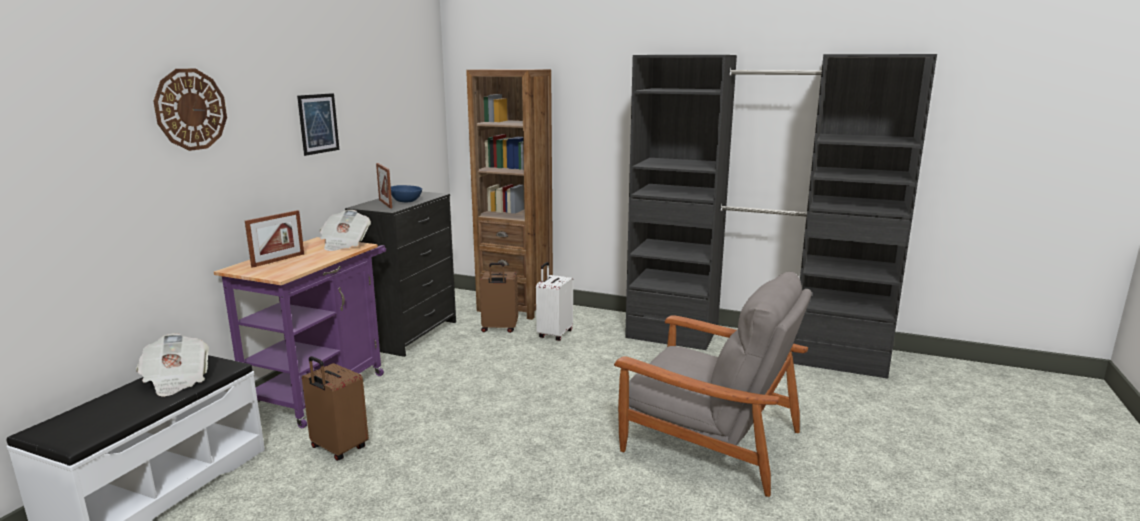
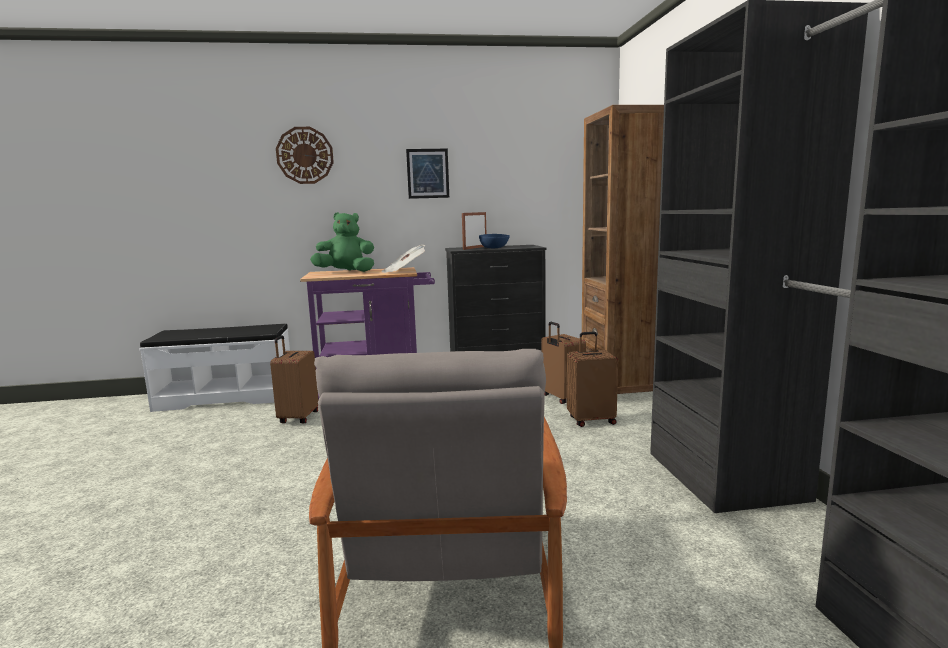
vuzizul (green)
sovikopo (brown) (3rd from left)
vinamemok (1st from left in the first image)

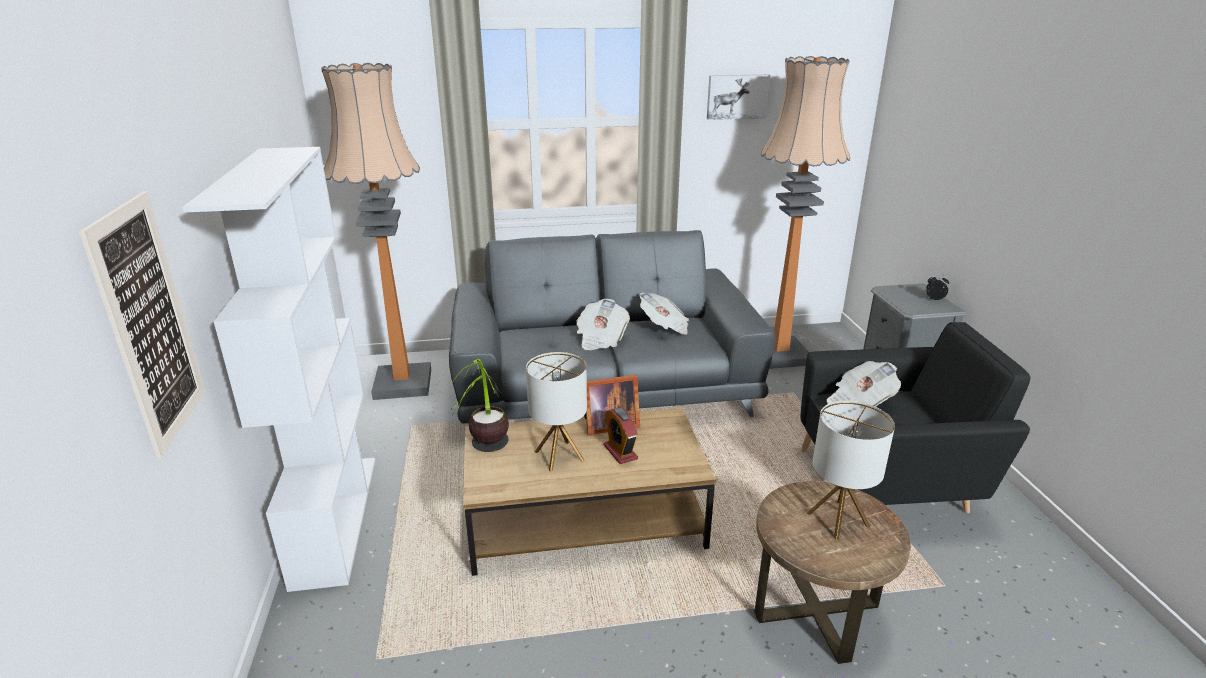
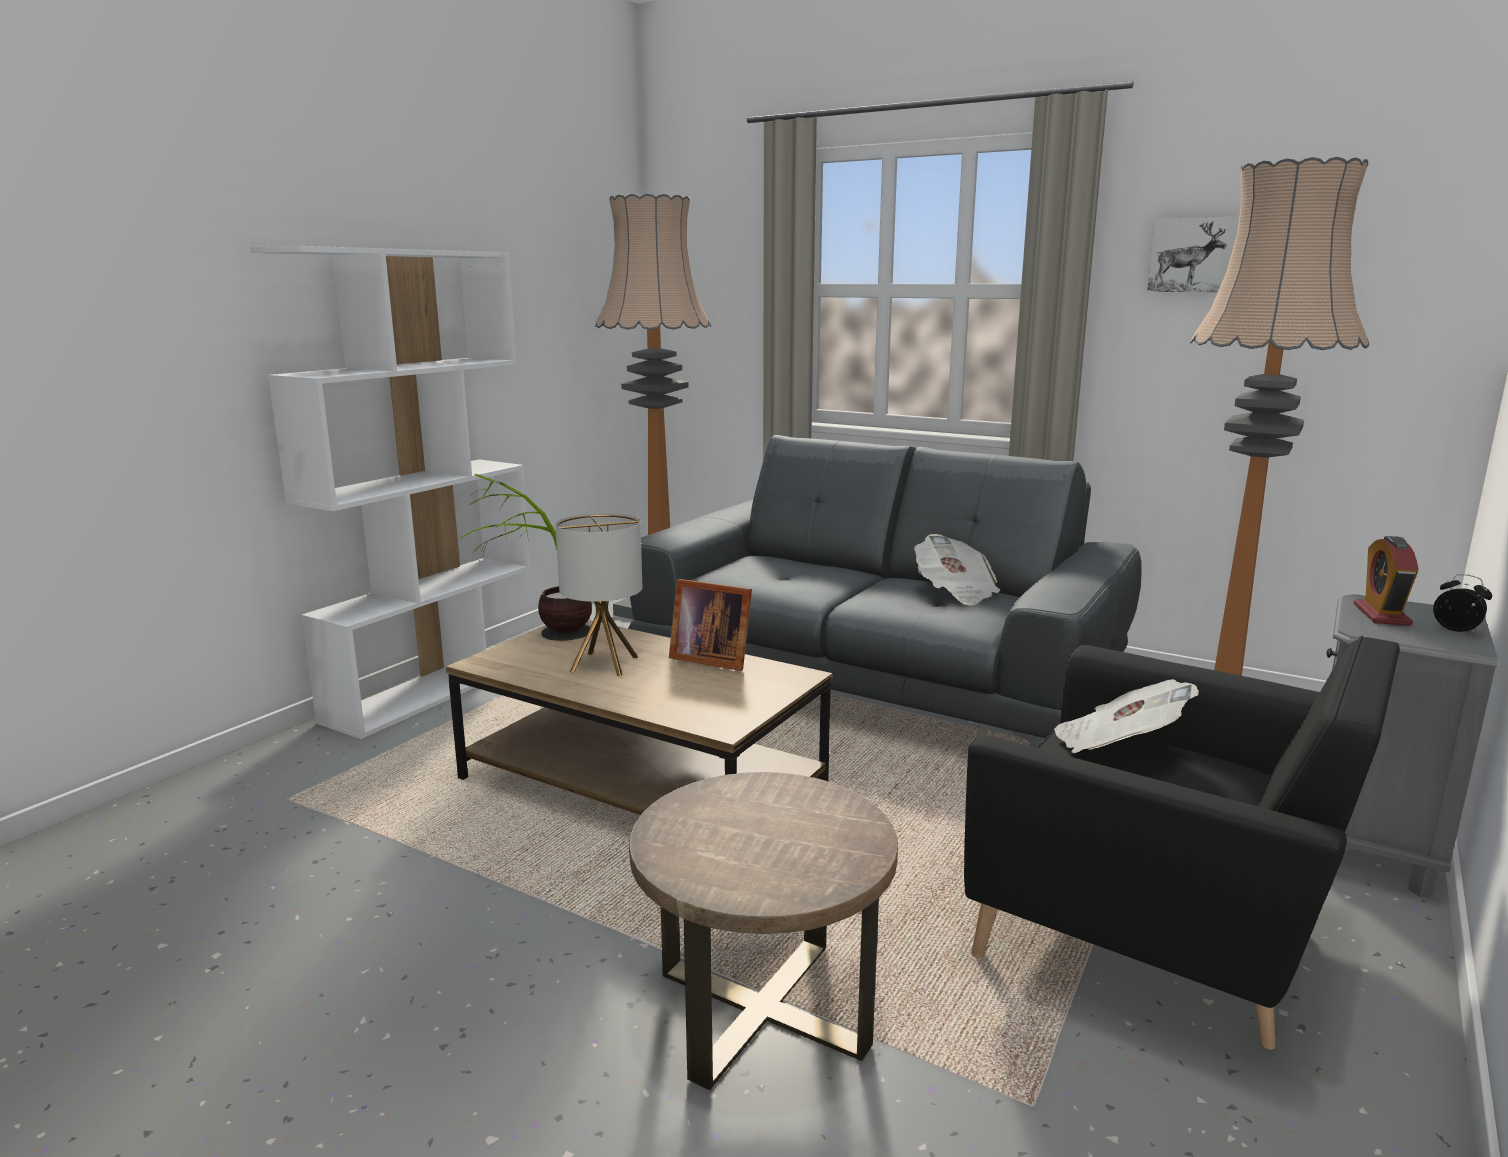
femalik (1st from left)
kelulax (1st from left in the first image)
vinamemok (1st from left in the first image)
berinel (2nd from left in the first image)

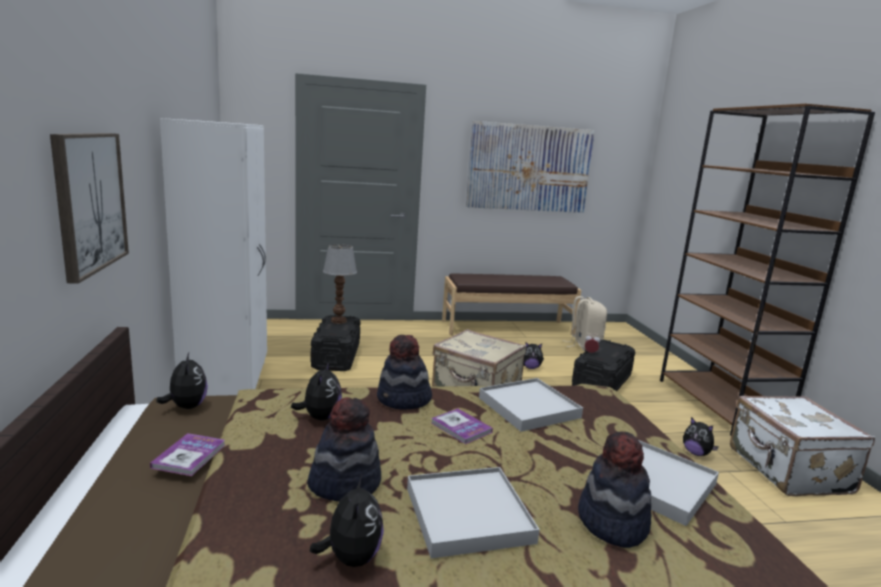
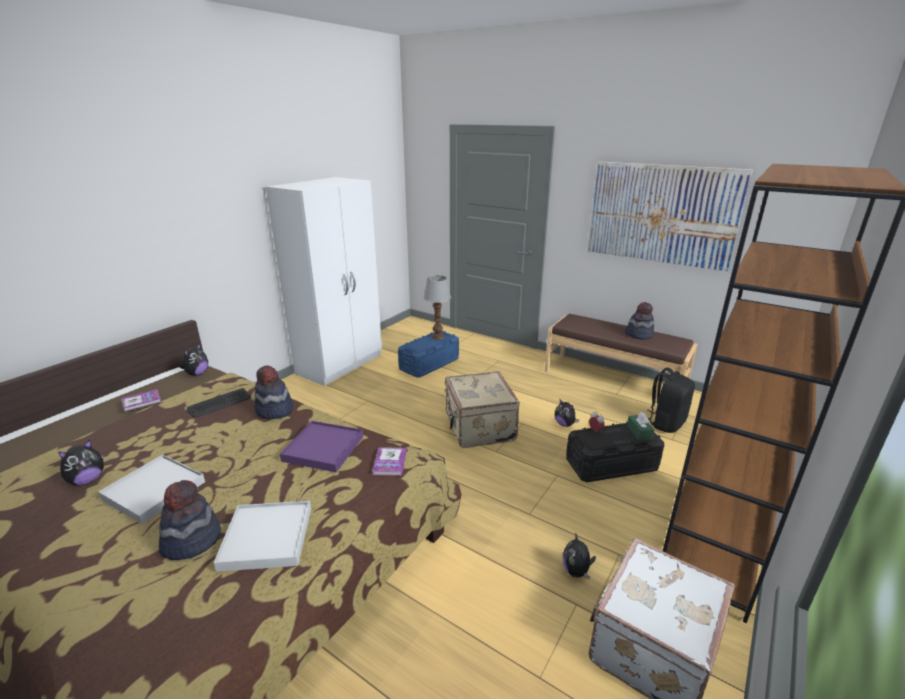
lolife
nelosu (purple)
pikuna (2nd from left)
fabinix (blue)
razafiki (3rd from left)
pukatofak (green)
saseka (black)
kelulax (1st from left in the first image)

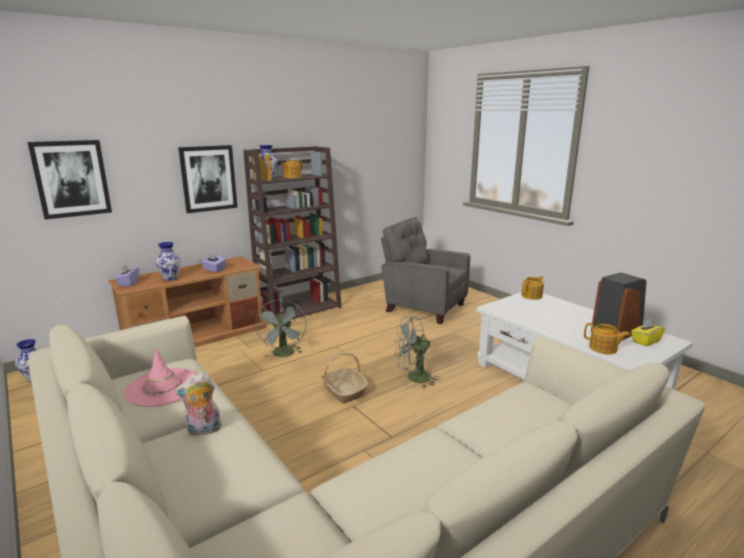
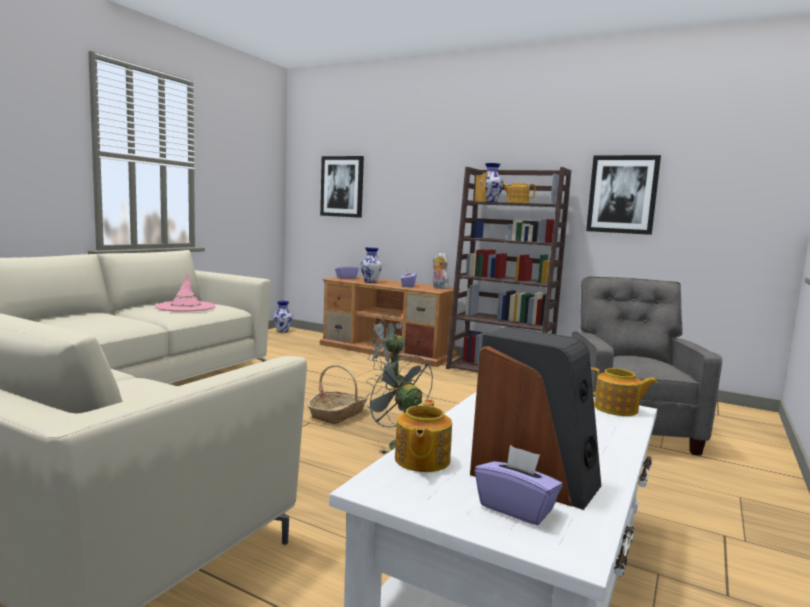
vuzizul
pukatofak (purple) (3rd from left)
kelulax (2nd from left)

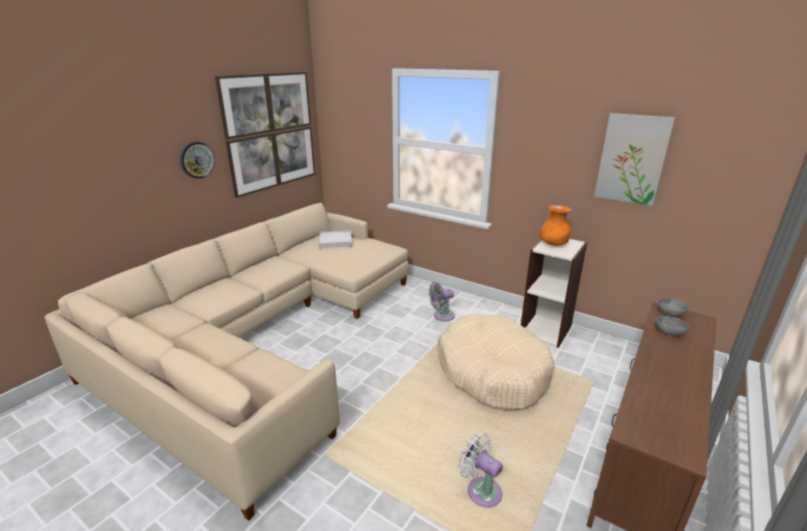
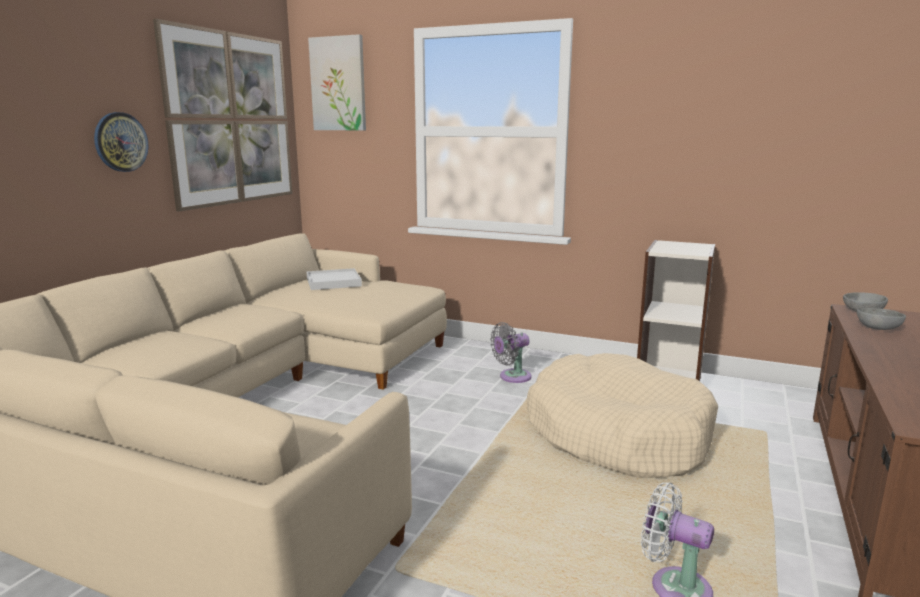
kelulax (2nd from left)
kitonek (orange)

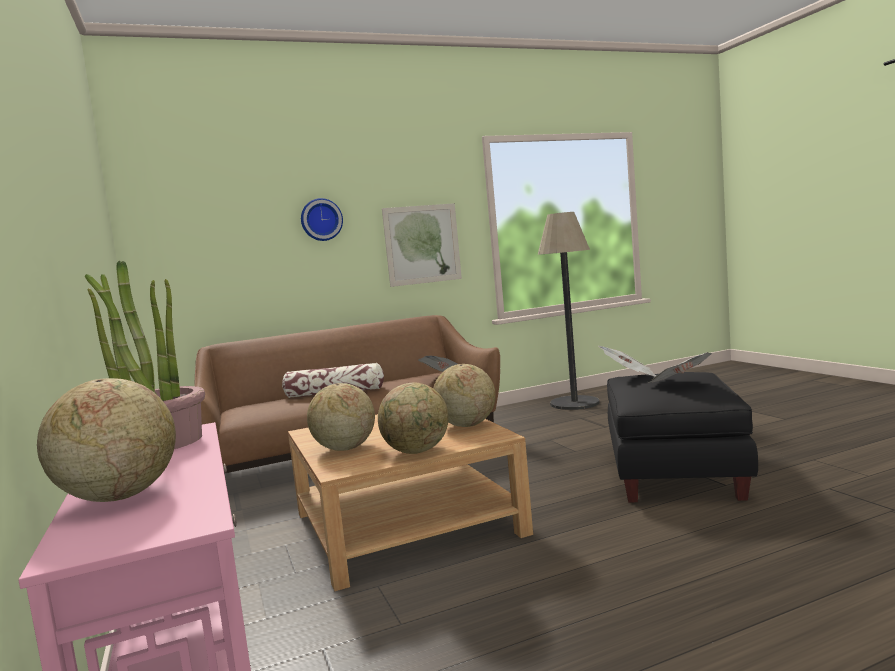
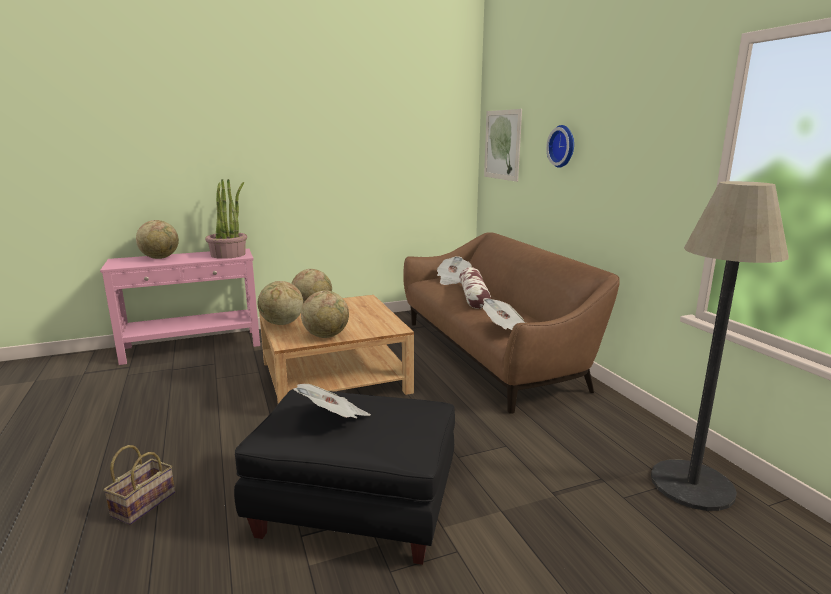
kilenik
vinamemok (2nd from left)
kelulax

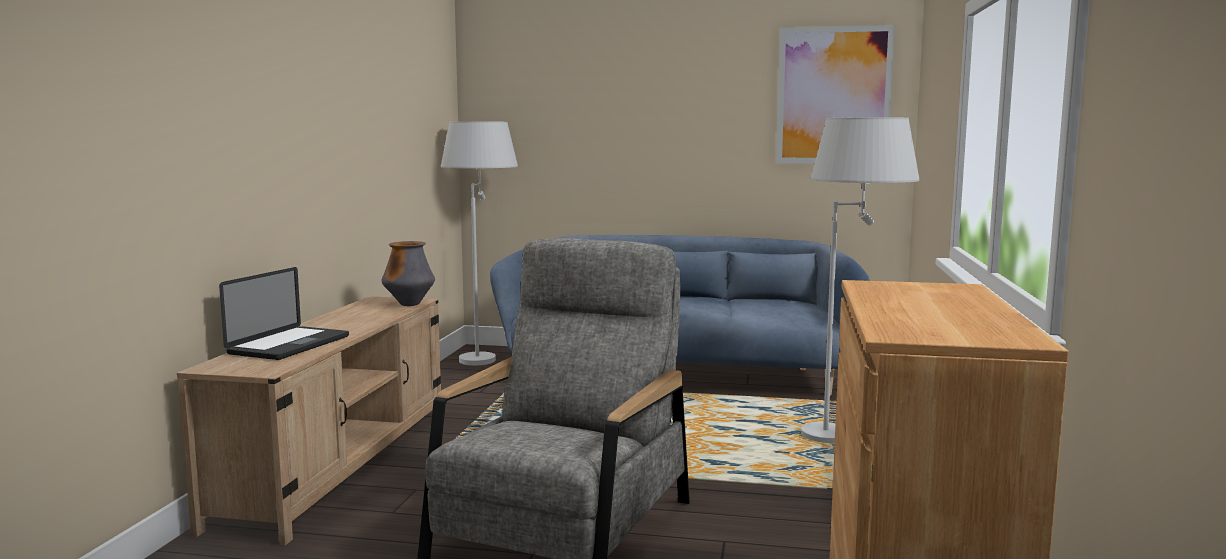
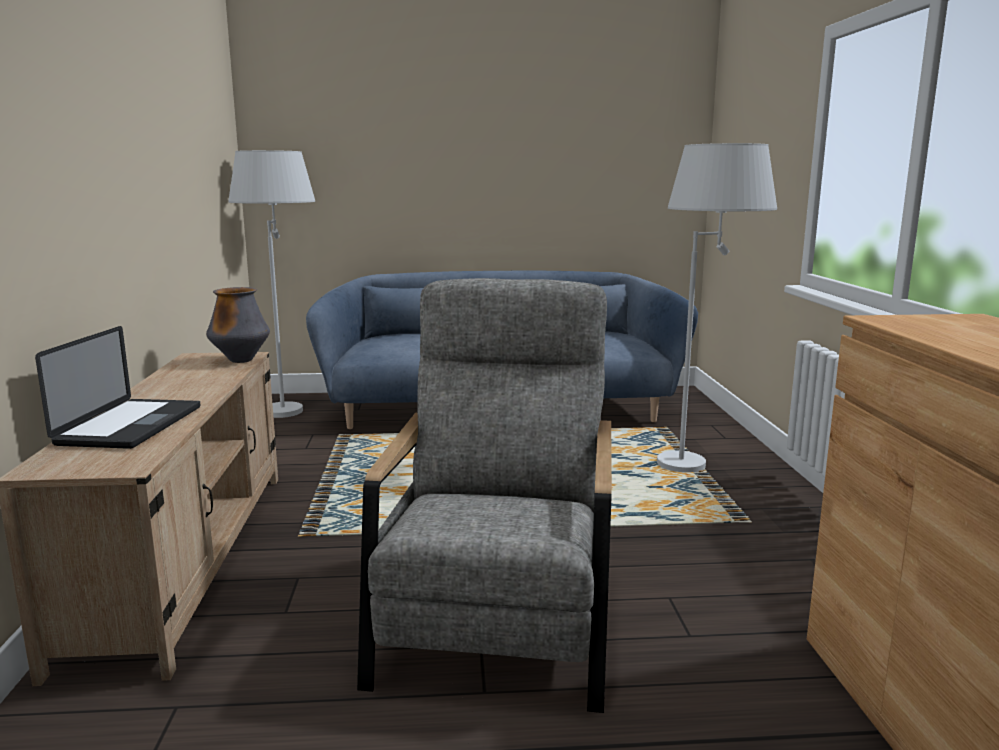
kelulax

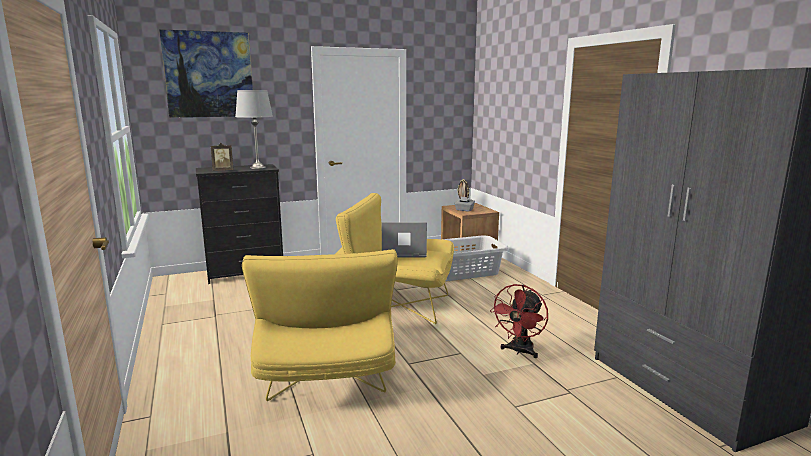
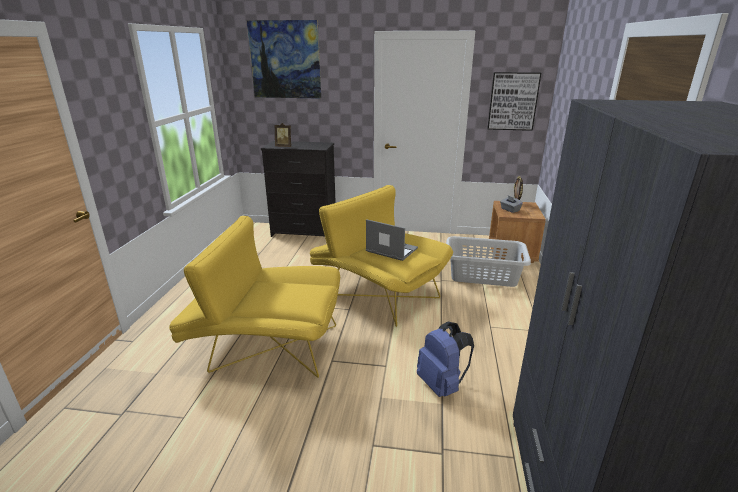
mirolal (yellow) (1st from left)
saseka (blue)
kelulax (2nd from left)
berinel (grey)

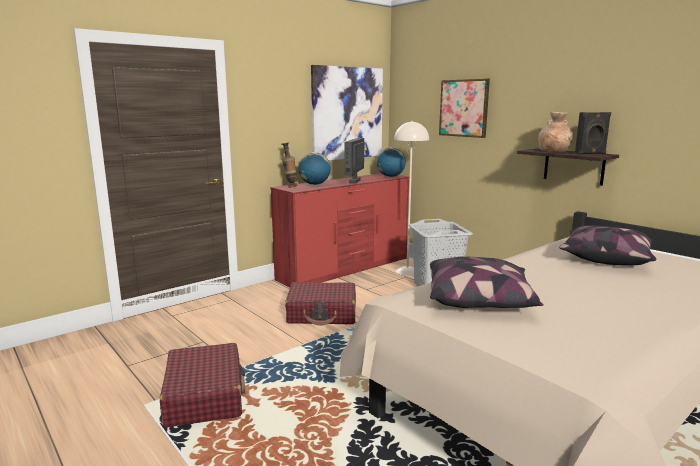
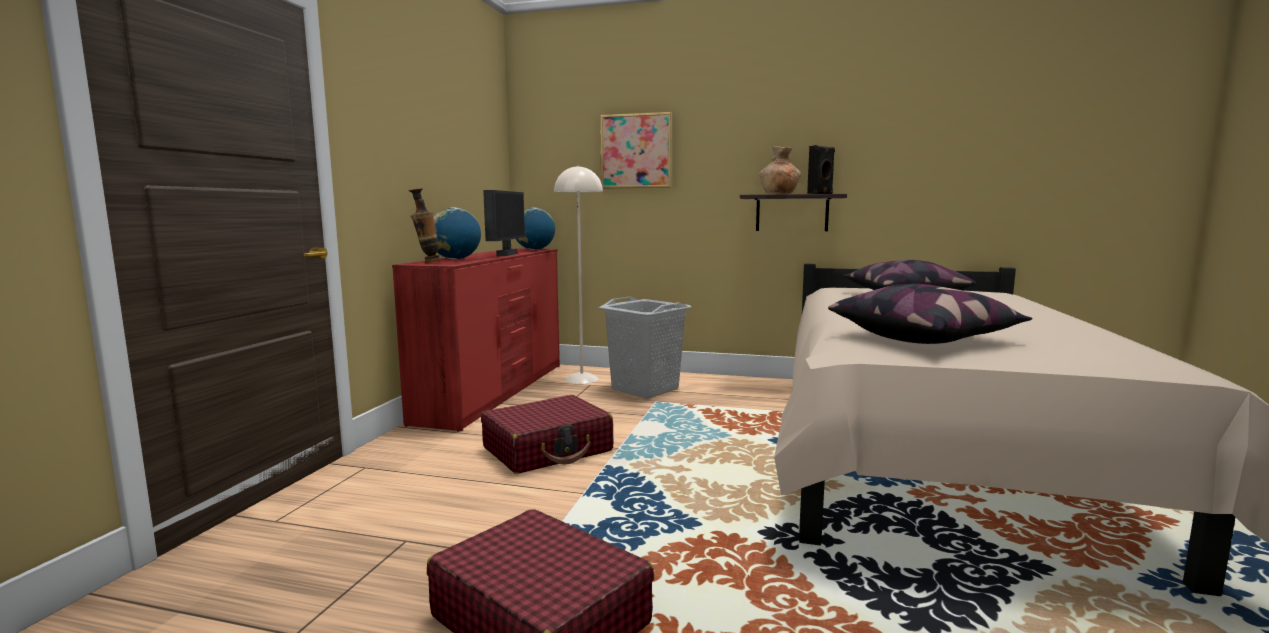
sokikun
kelulax (1st from left in the first image)

